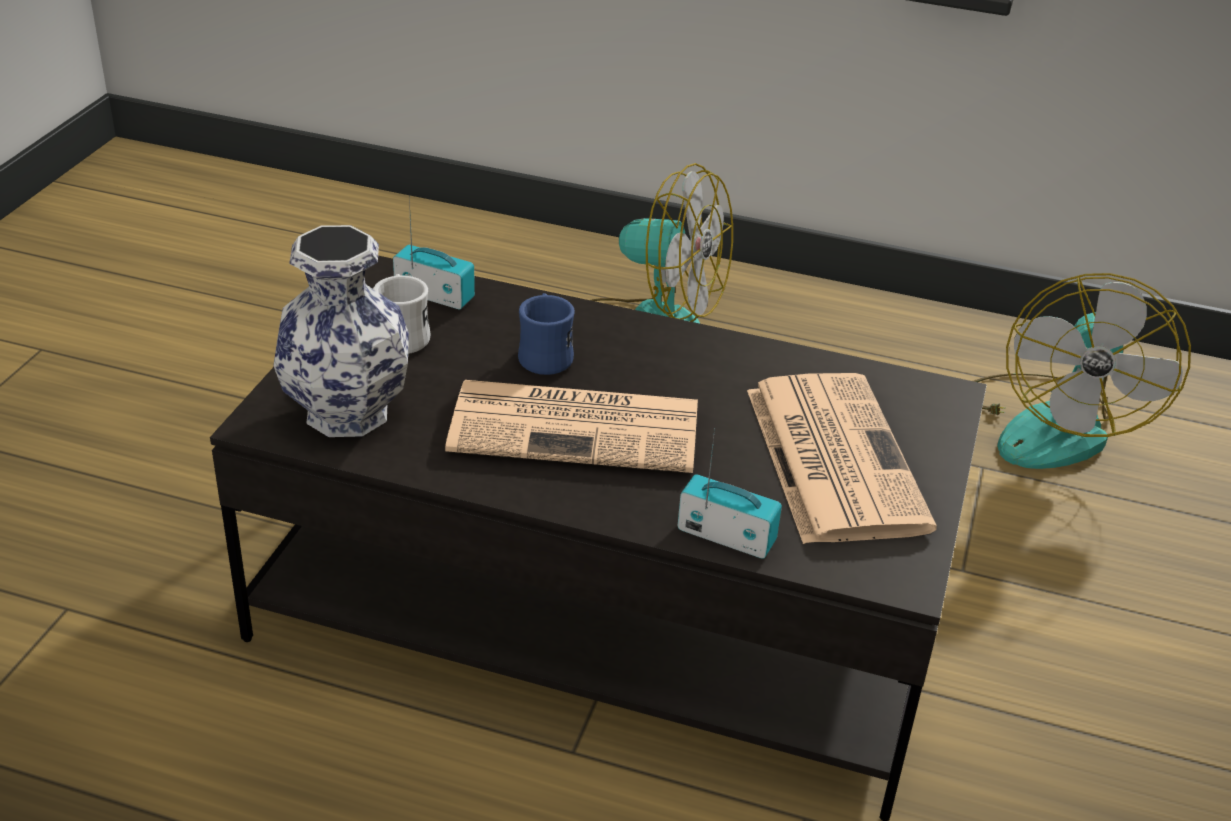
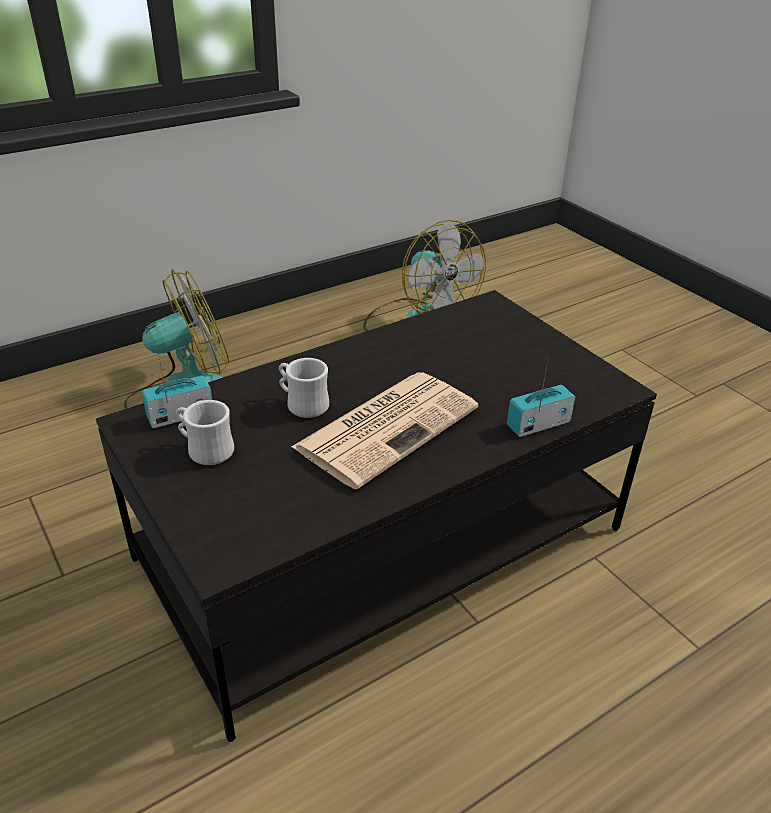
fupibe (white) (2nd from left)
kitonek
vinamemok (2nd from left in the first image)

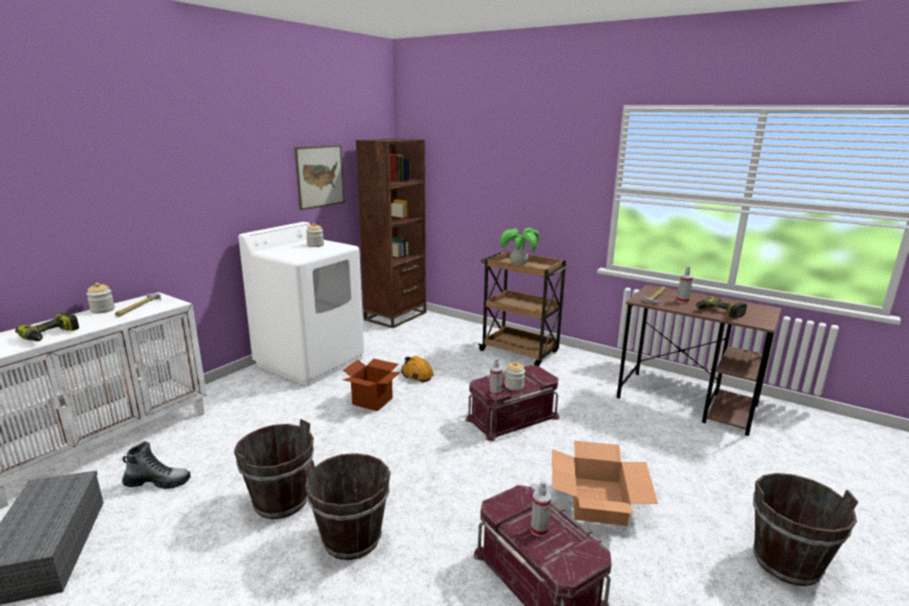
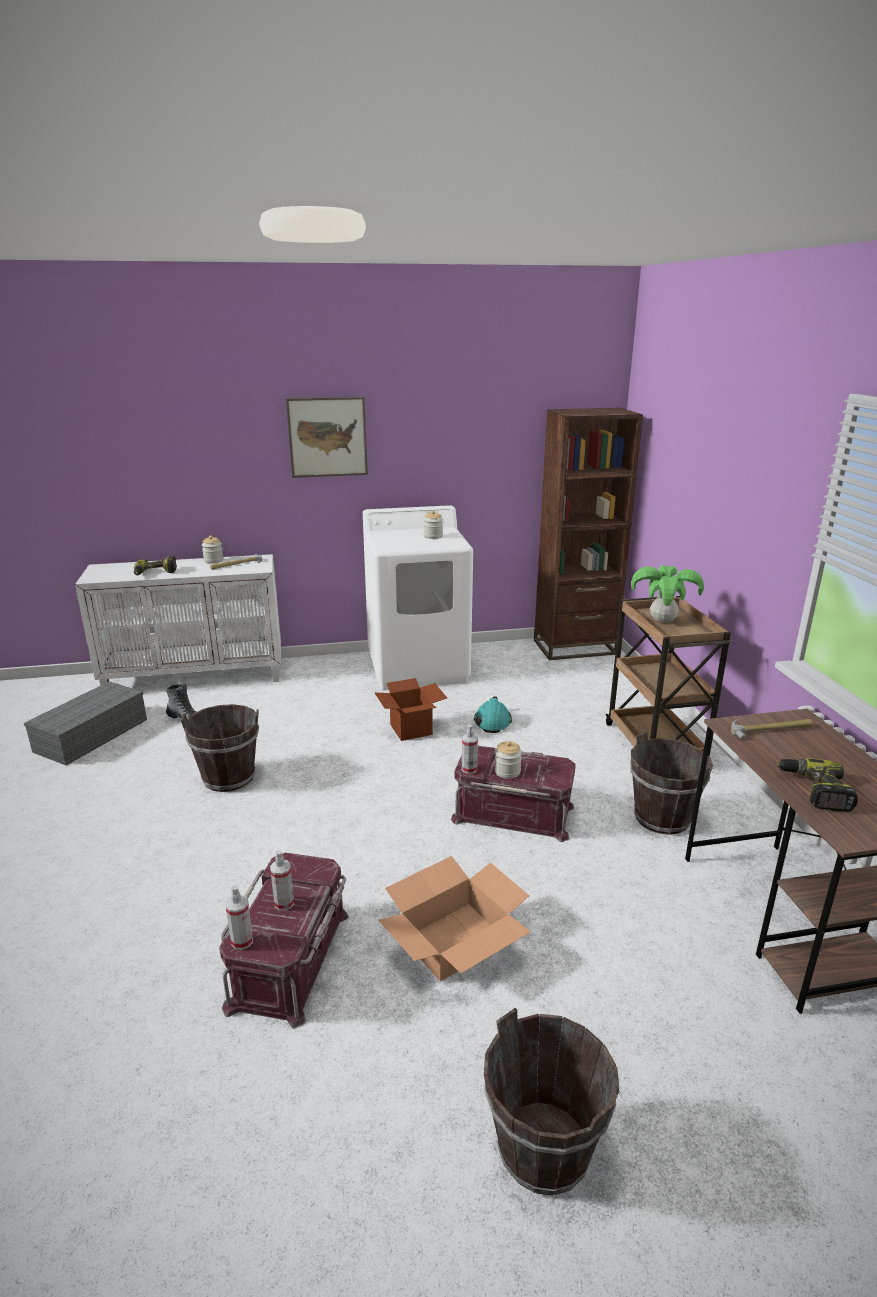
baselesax (1st from left)
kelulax
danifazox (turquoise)
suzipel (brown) (3rd from left)

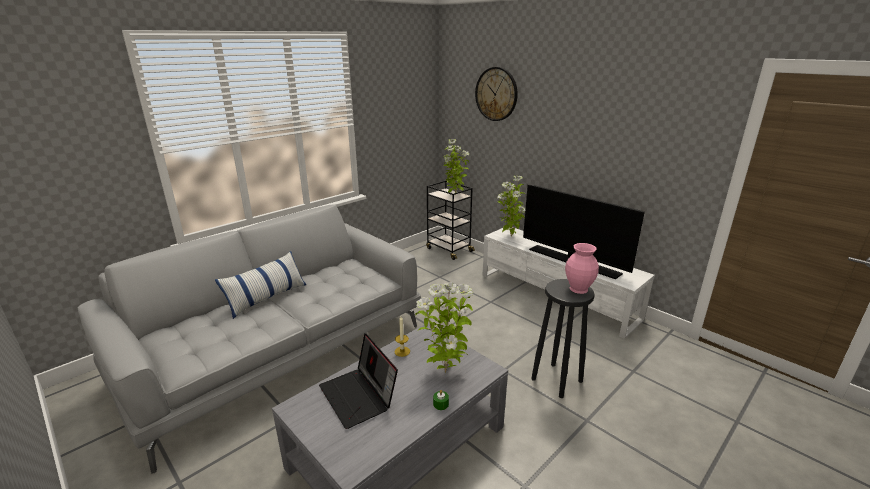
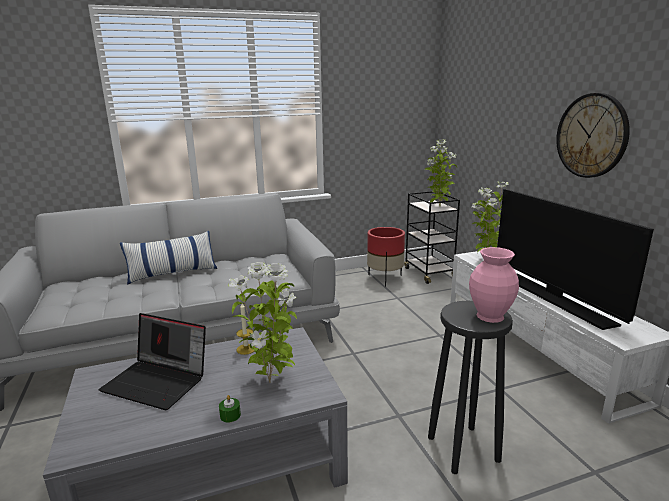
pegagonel
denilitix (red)
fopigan

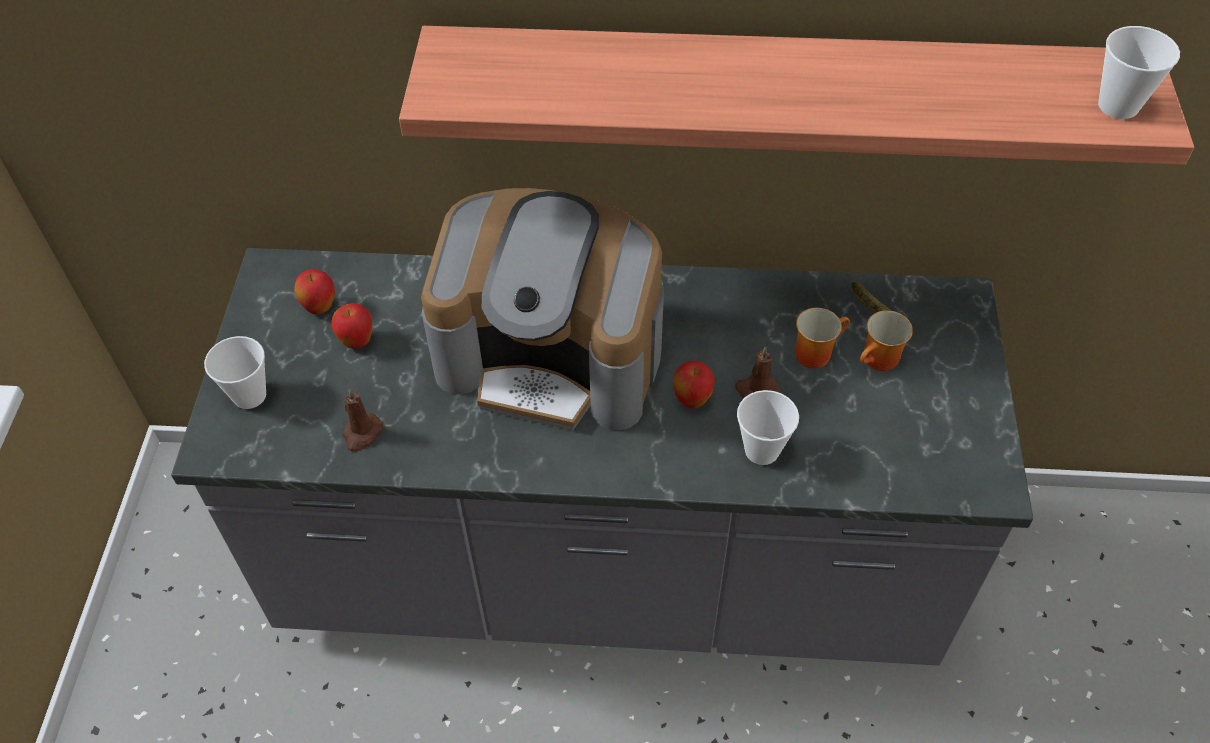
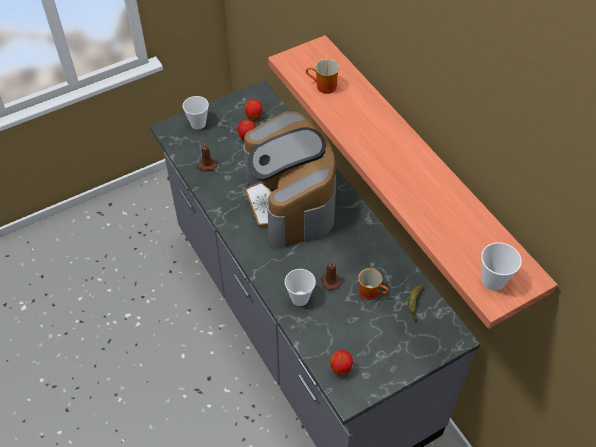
fupibe (1st from left)
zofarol (3rd from left)

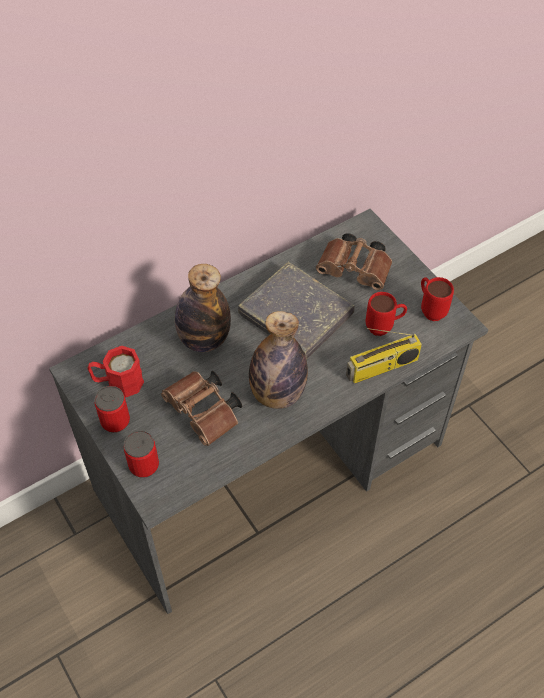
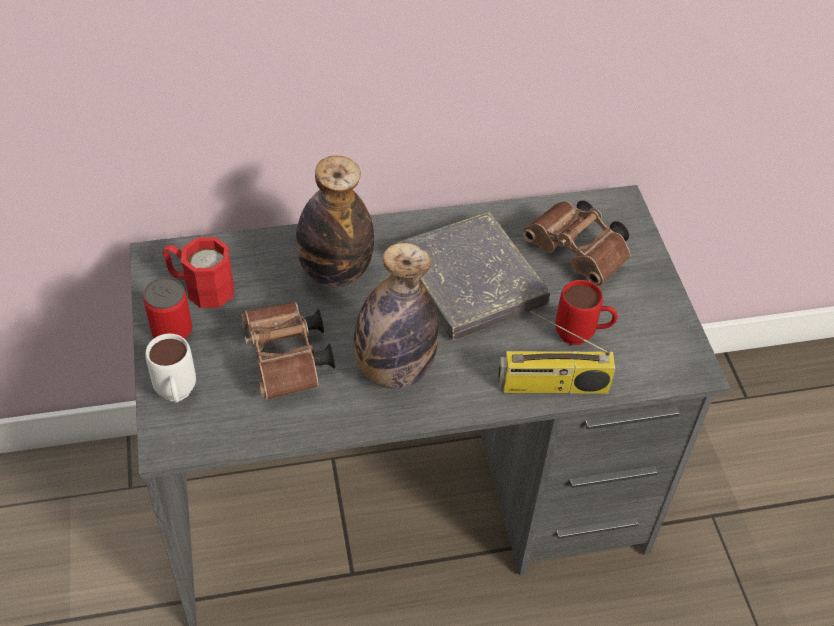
fupibe (white)
fupibe (red) (3rd from left in the first image)

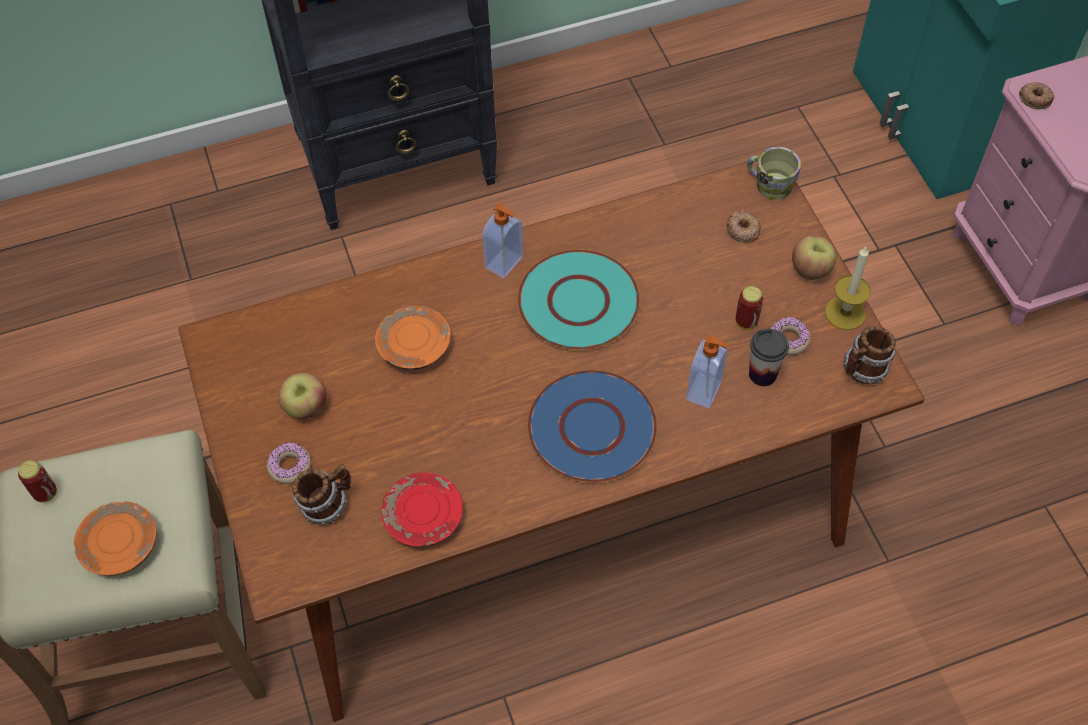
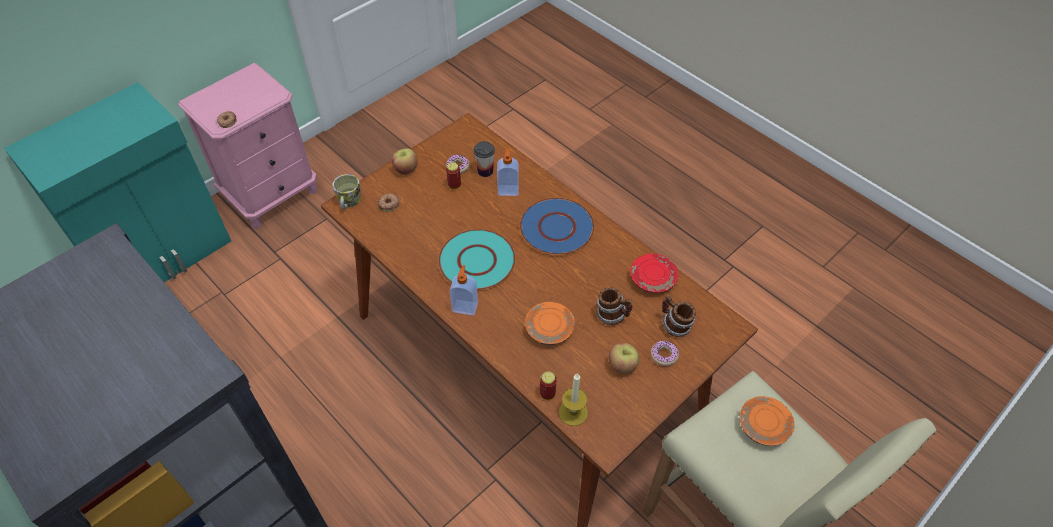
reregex (2nd from left)
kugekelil
fupibe (2nd from left)

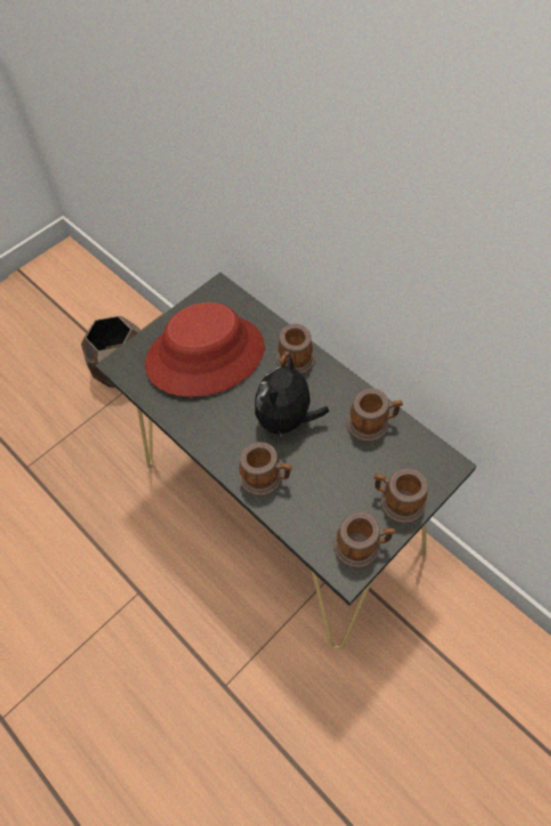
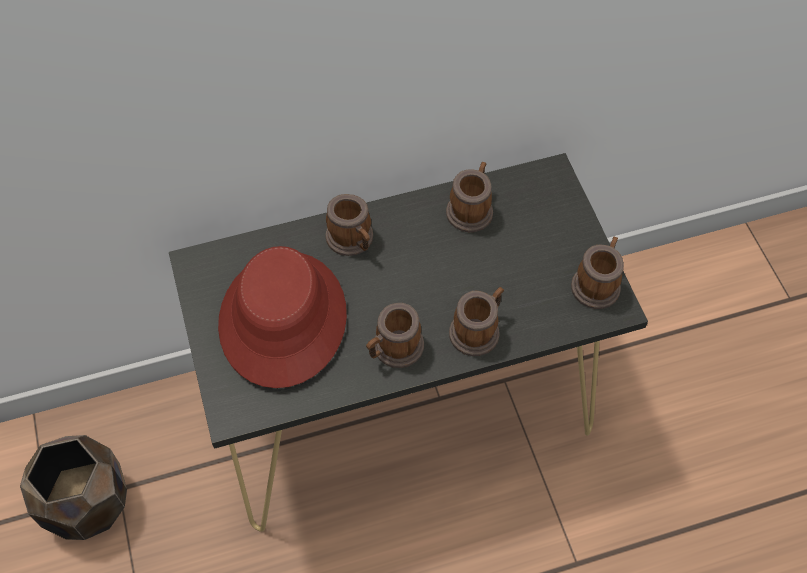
fupibe (2nd from left)
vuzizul

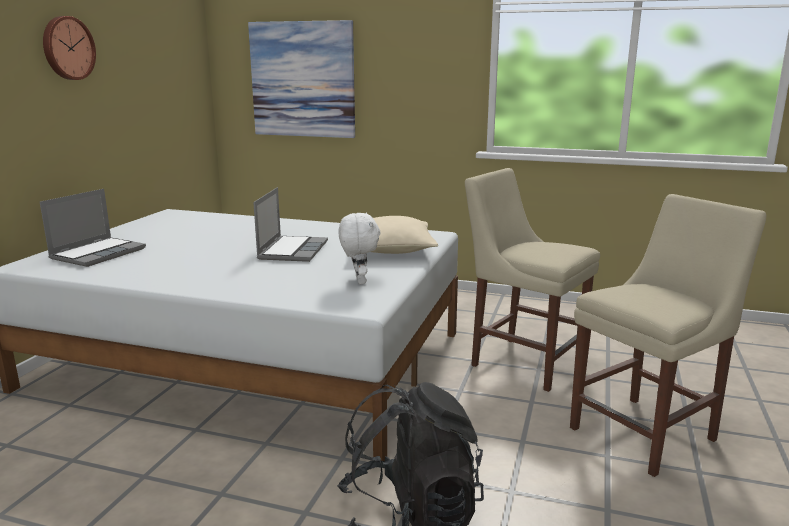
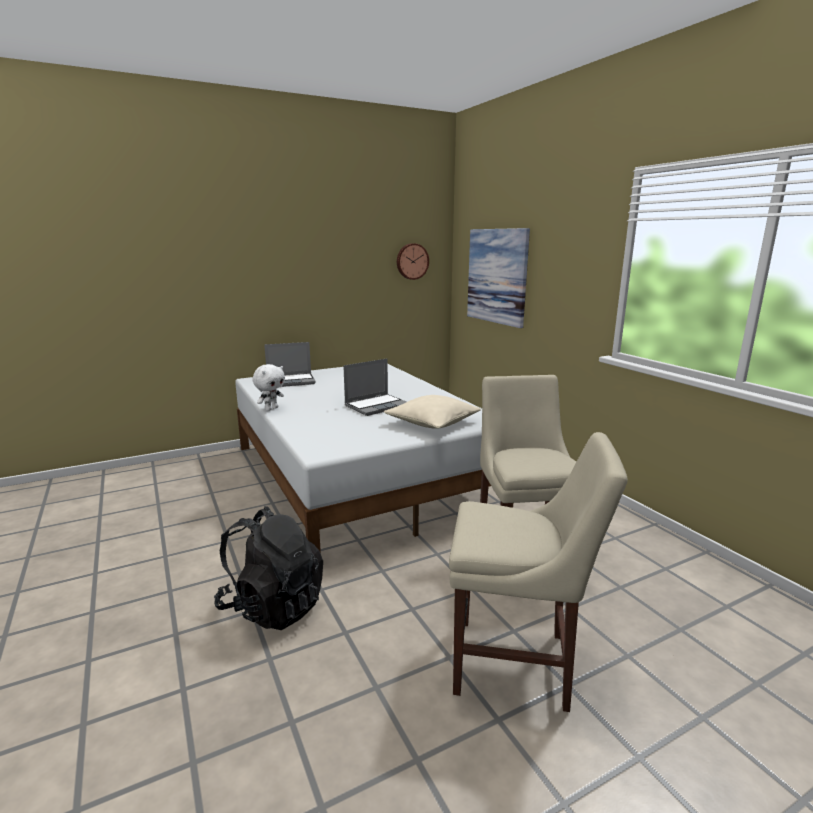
vuzizul (white)
fopigan

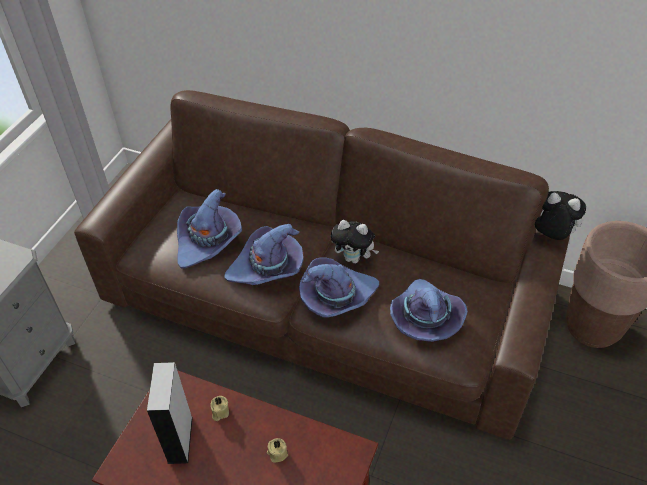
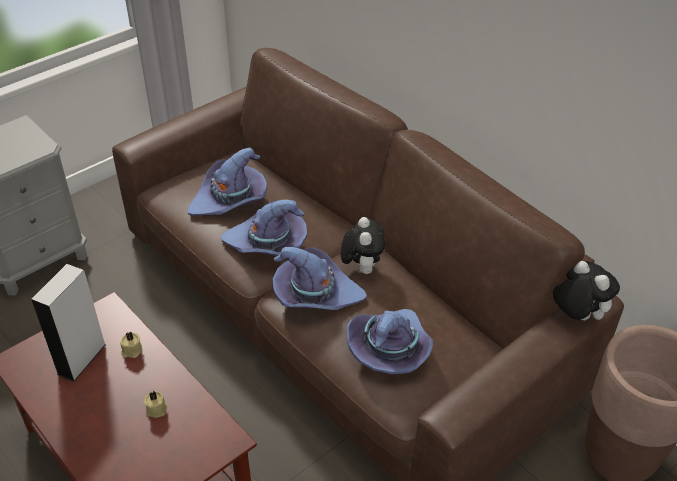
vuzizul (1st from left)

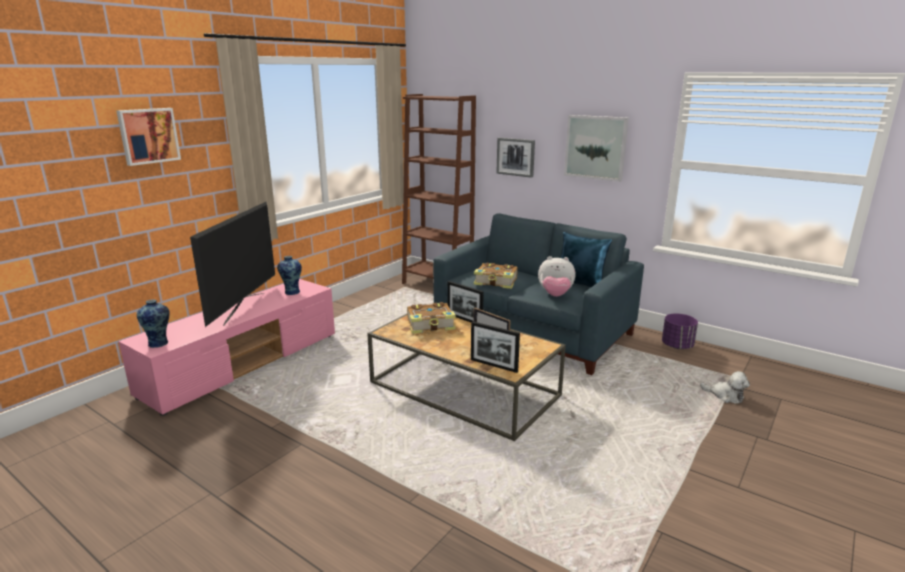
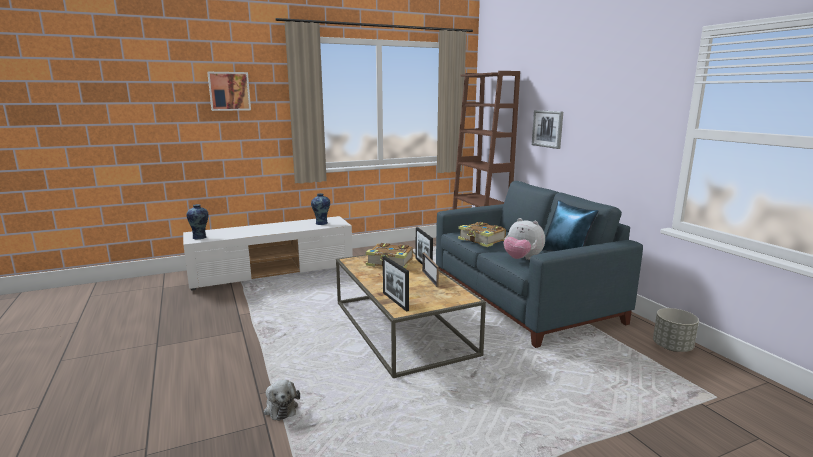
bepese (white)
vuzizul (1st from left)
denilitix (grey)
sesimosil
kelulax (3rd from left in the first image)

